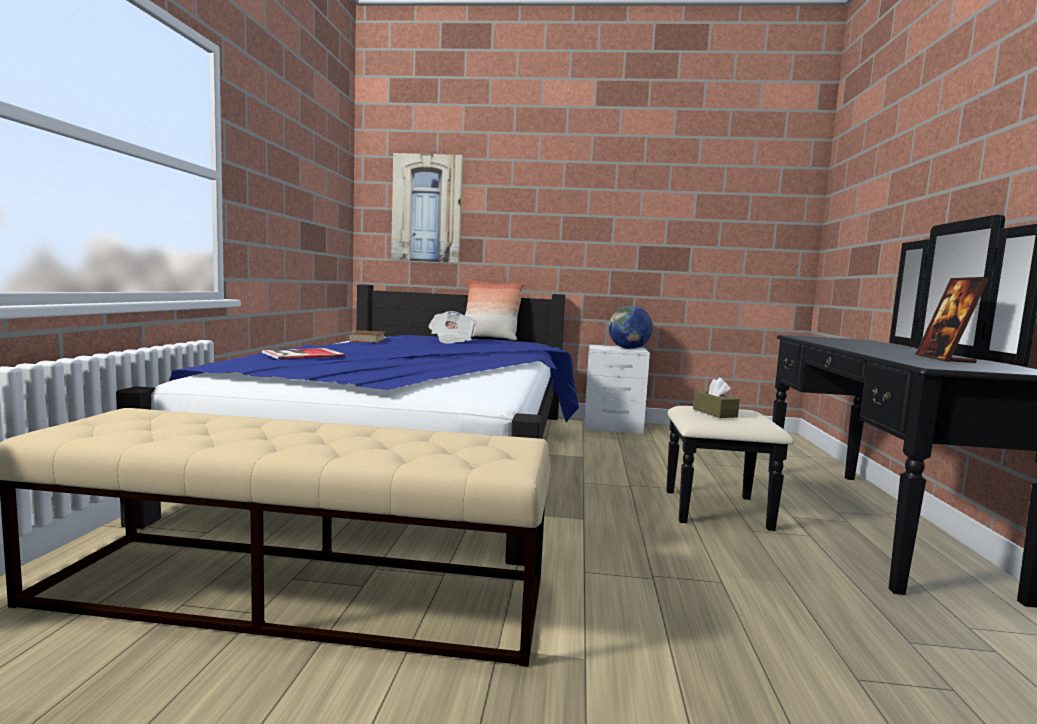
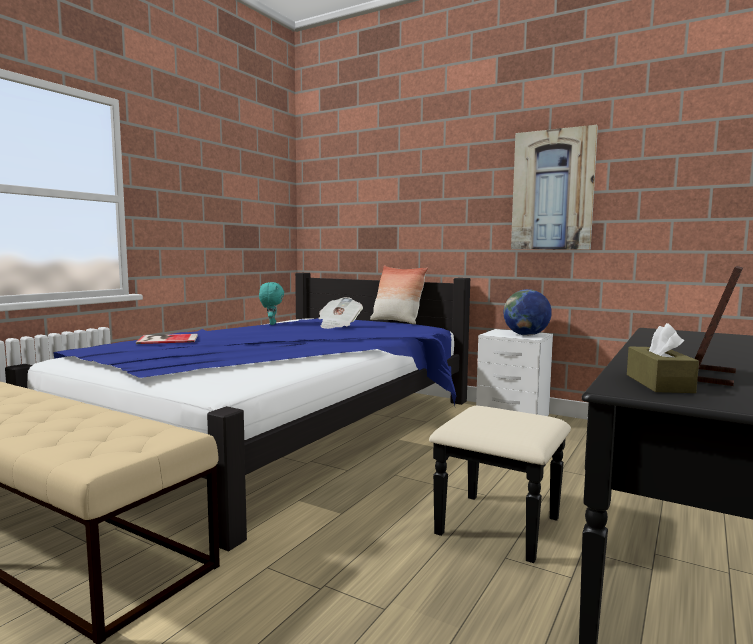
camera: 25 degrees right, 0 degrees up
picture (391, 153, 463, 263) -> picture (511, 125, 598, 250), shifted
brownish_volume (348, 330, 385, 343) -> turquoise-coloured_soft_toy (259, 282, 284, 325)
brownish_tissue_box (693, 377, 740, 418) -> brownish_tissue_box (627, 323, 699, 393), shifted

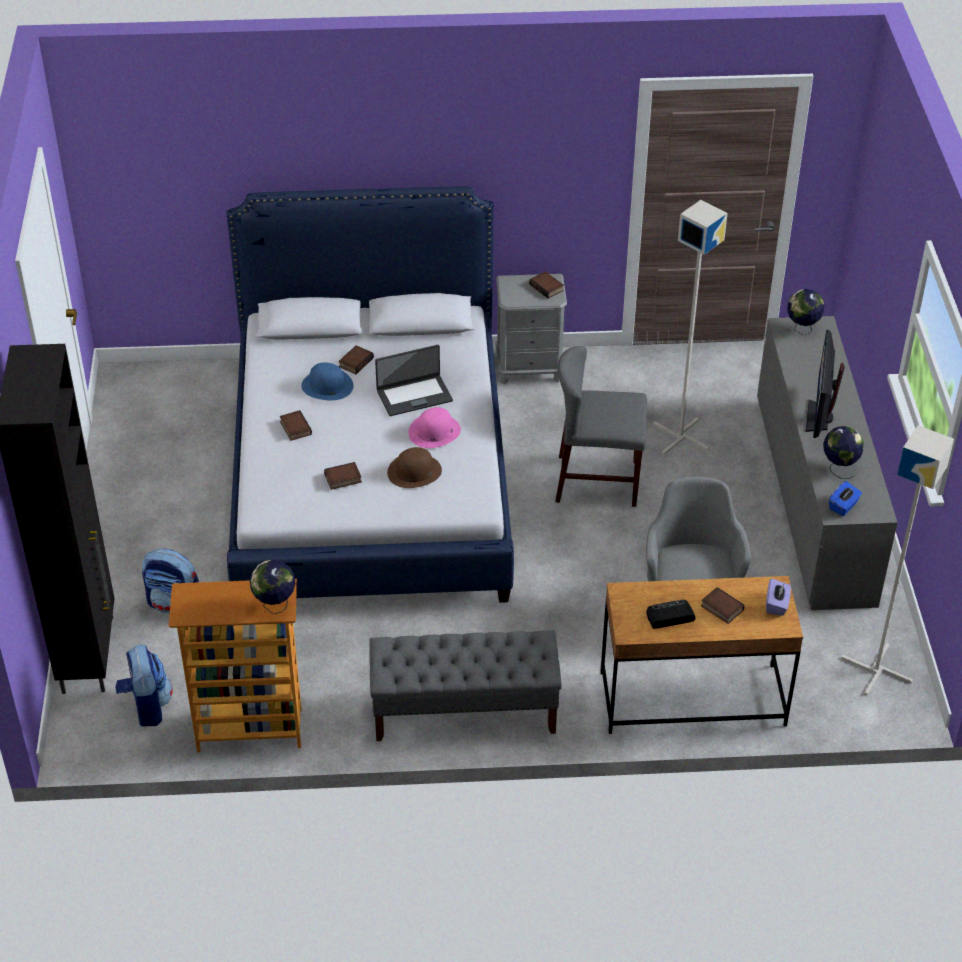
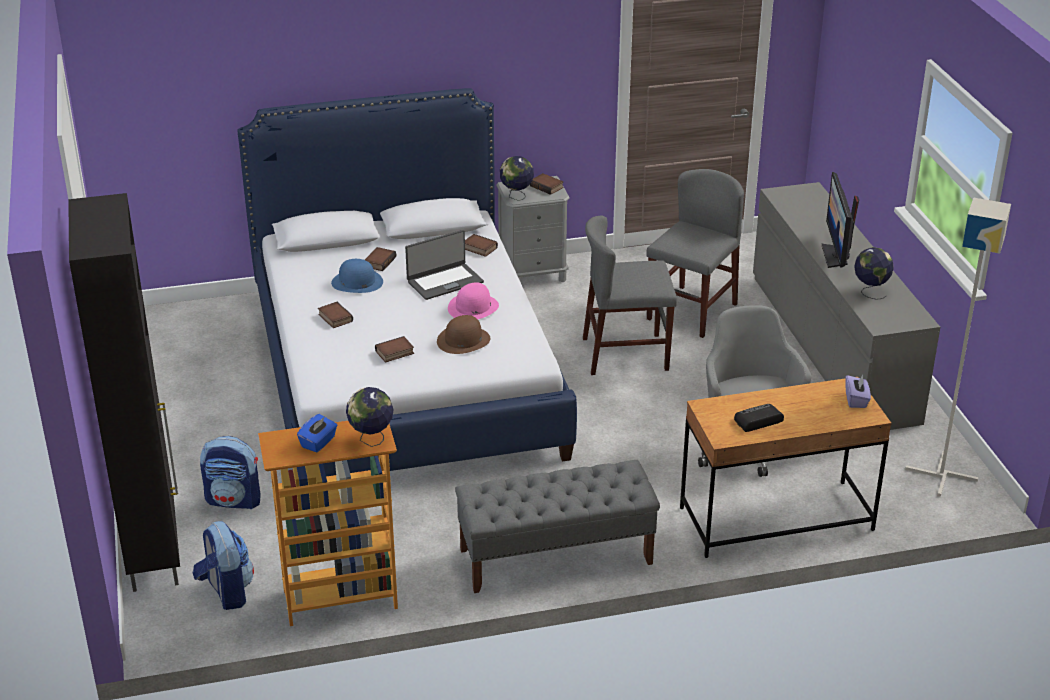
camera: 10 degrees left, 10 degrees down
gray_standard_lamp (653, 200, 728, 455) -> gray_upright_chair (646, 169, 744, 338)
world_globe (787, 289, 825, 335) -> world_globe (500, 156, 534, 201), shifted
blue-coloured_tissue_box (829, 481, 862, 516) -> blue-coloured_tissue_box (297, 414, 337, 453), shifted
volume (701, 587, 745, 624) -> volume (465, 234, 498, 257), shifted

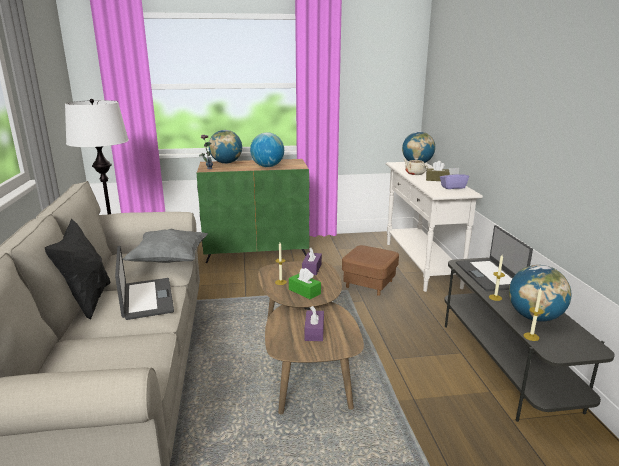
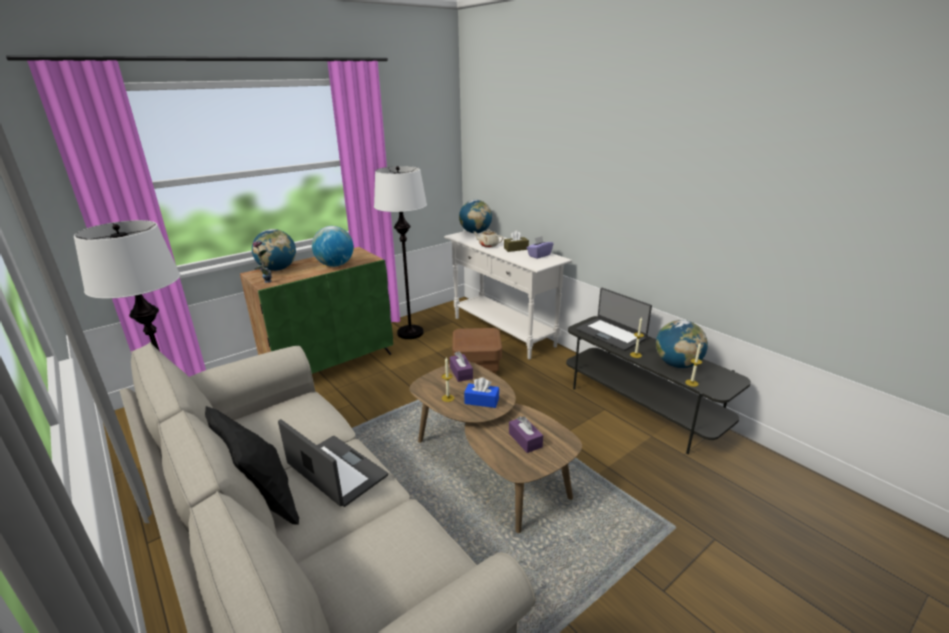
camera: 30 degrees left, 5 degrees up
gray_pillow (123, 228, 208, 263) -> none
green-coloured_tissue_box (289, 268, 321, 299) -> blue-coloured_tissue_box (464, 377, 499, 408)
none -> white-coloured_standard_lamp (374, 166, 427, 339)

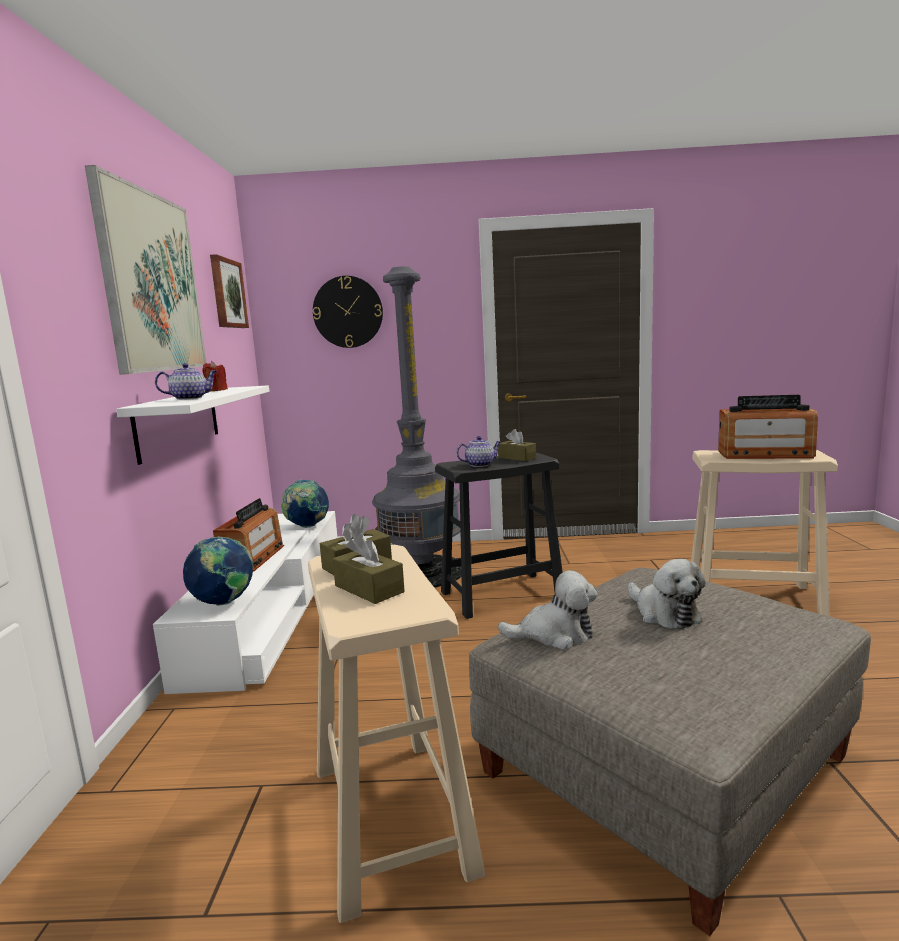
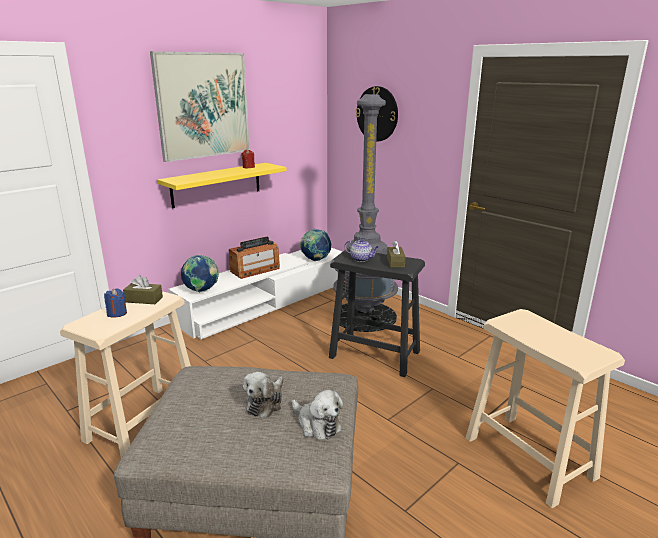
camera: 45 degrees right, 10 degrees up
picture (210, 254, 249, 328) -> none
pot_for_tea (155, 363, 217, 400) -> none
white-coloured_wall_shelf (116, 385, 270, 465) -> yellow-coloured_wall_shelf (157, 163, 286, 208)
radio_set (718, 395, 818, 459) -> none
brownish_tissue_box (333, 533, 405, 604) -> blue-coloured_candle (104, 289, 127, 318)
soft_toy (498, 570, 598, 650) -> soft_toy (292, 390, 344, 440), shifted

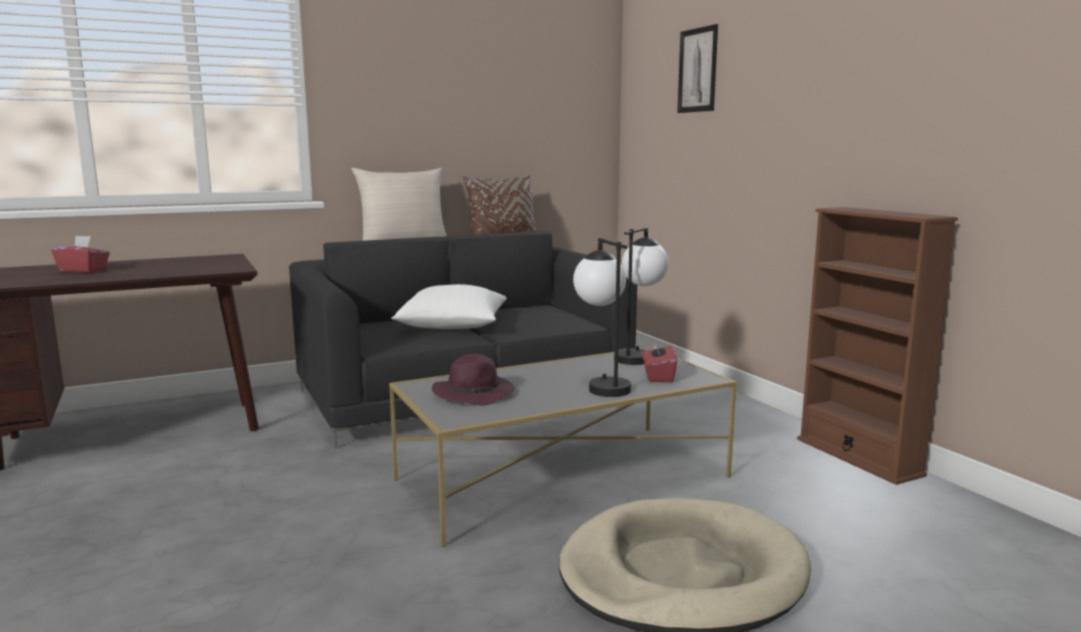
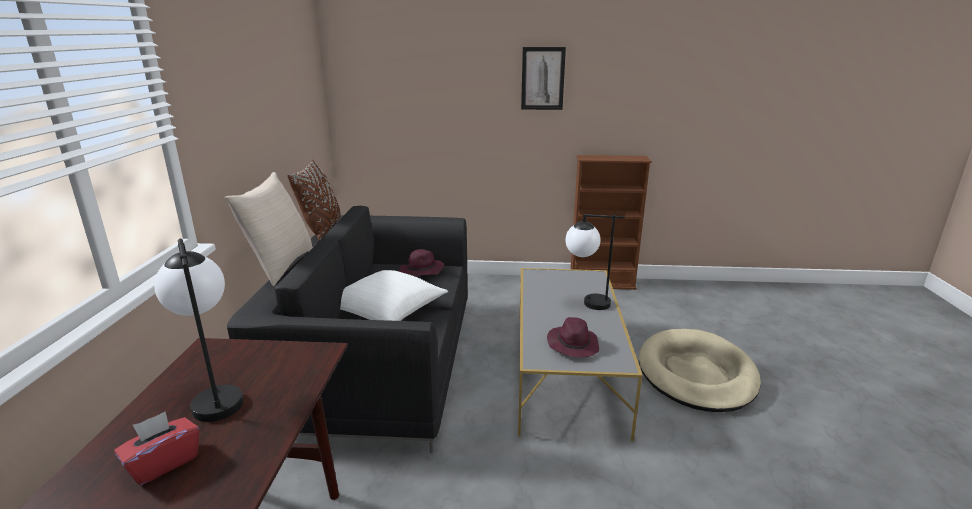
camera: 60 degrees left, 10 degrees up
picture (677, 24, 718, 113) -> picture (521, 47, 566, 110), shifted
tabletop_lamp (614, 227, 669, 365) -> tabletop_lamp (154, 239, 244, 422), shifted
red_tissue_box (642, 340, 677, 382) -> none
none -> purplish_clothing_hat (399, 249, 444, 276)

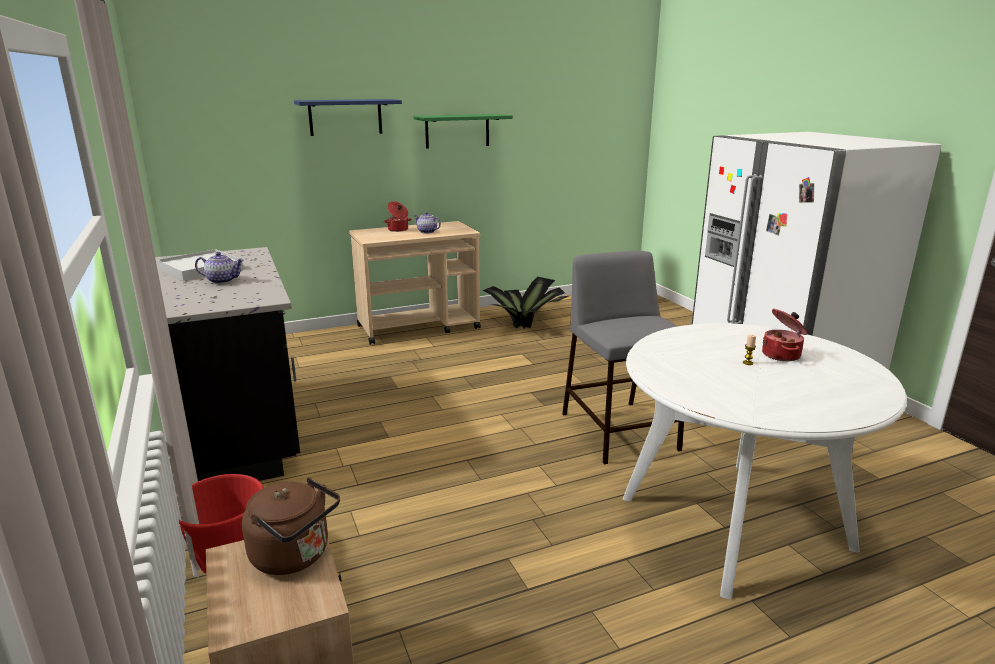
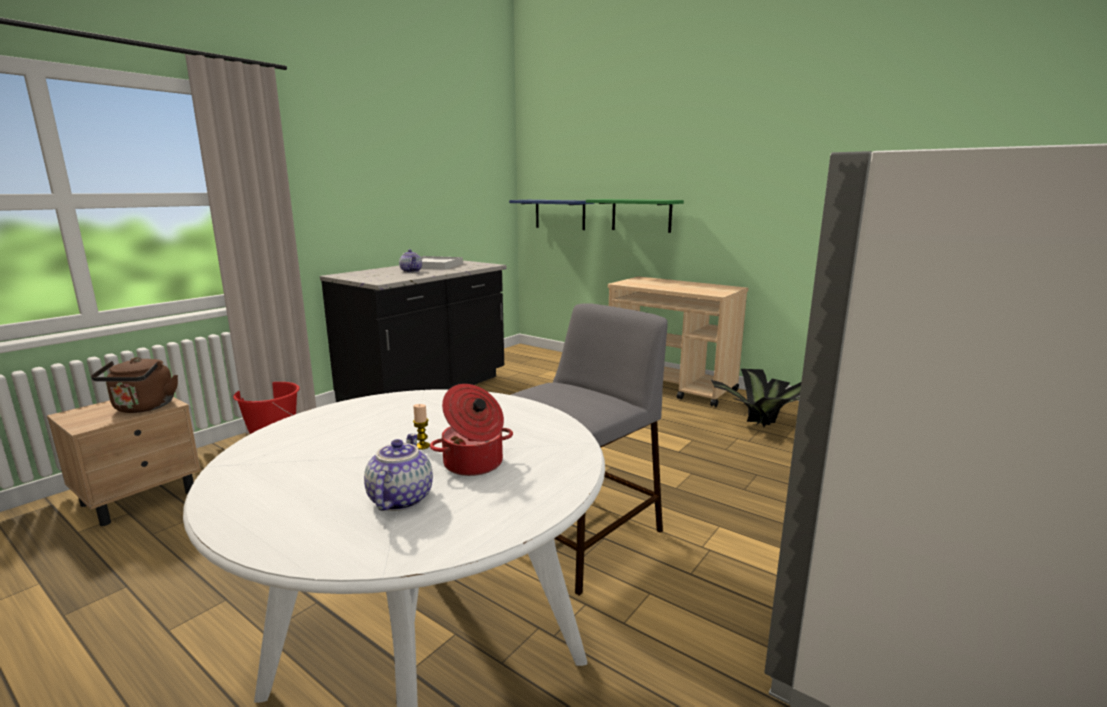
camera: 60 degrees right, 5 degrees down
blue-coloured_wall_shelf (294, 99, 402, 136) -> blue-coloured_wall_shelf (509, 200, 594, 230), shifted
green-coloured_wall_shelf (413, 114, 513, 149) -> green-coloured_wall_shelf (586, 199, 684, 233), shifted
saucepot (383, 201, 412, 232) -> none
pot_for_tea (414, 212, 441, 234) -> pot_for_tea (364, 434, 433, 511), shifted

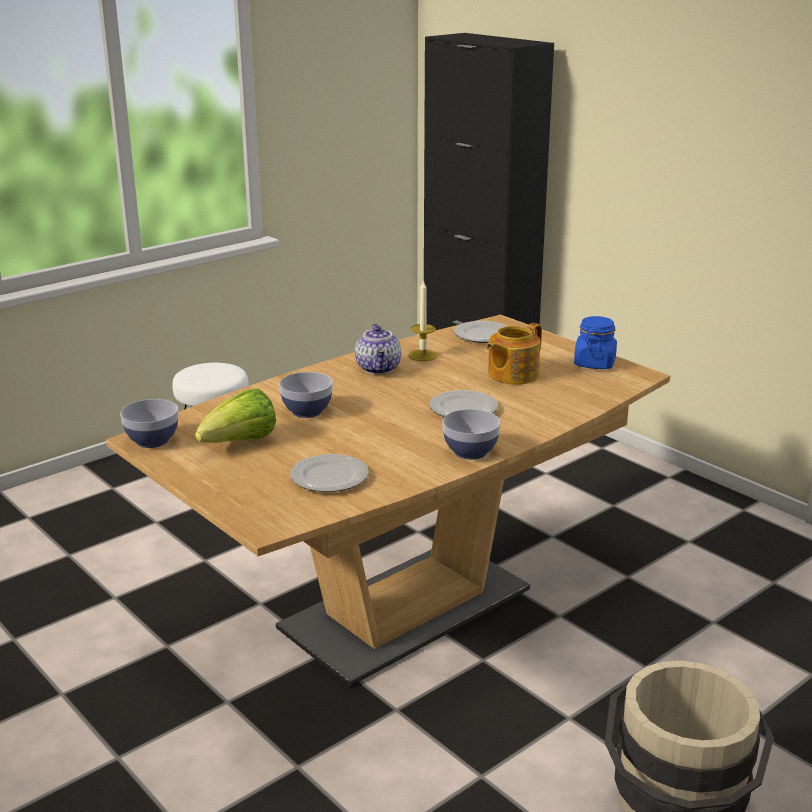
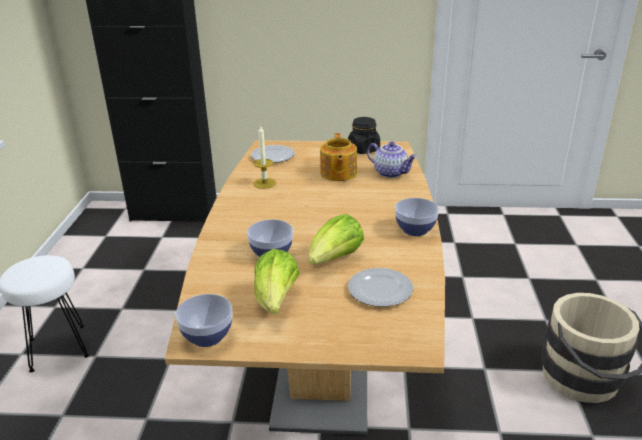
camera: 45 degrees left, 5 degrees up
blue-coloured_jar (574, 316, 617, 369) -> black_jar (348, 117, 380, 154)
pot_for_tea (355, 324, 401, 375) -> pot_for_tea (367, 142, 417, 178), shifted
flat_dish (429, 390, 498, 417) -> none
none -> lettuce_head (309, 214, 364, 265)

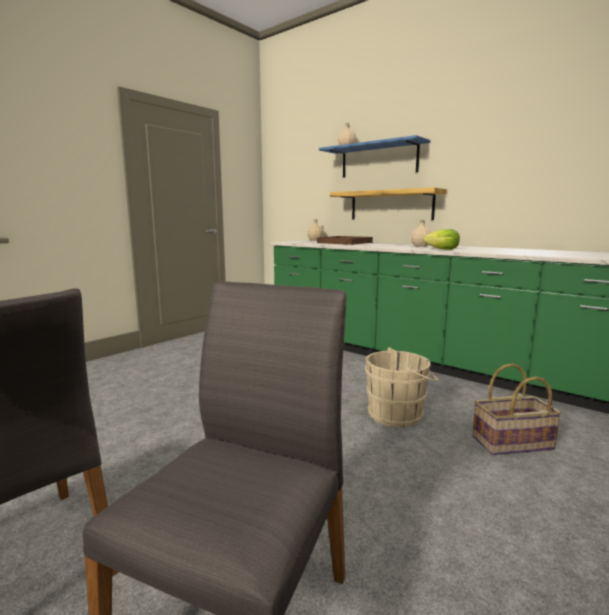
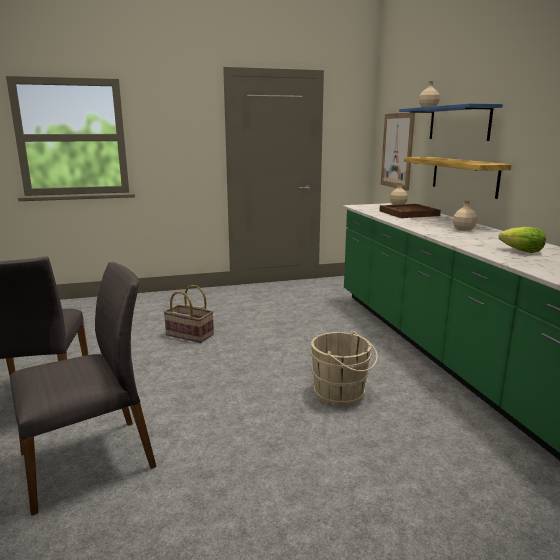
camera: 35 degrees right, 5 degrees up
lettuce_head (423, 229, 460, 250) -> lettuce_head (499, 227, 546, 253), shifted
household_basket (472, 363, 561, 455) -> household_basket (163, 285, 214, 343), shifted
none -> picture (381, 112, 415, 191)

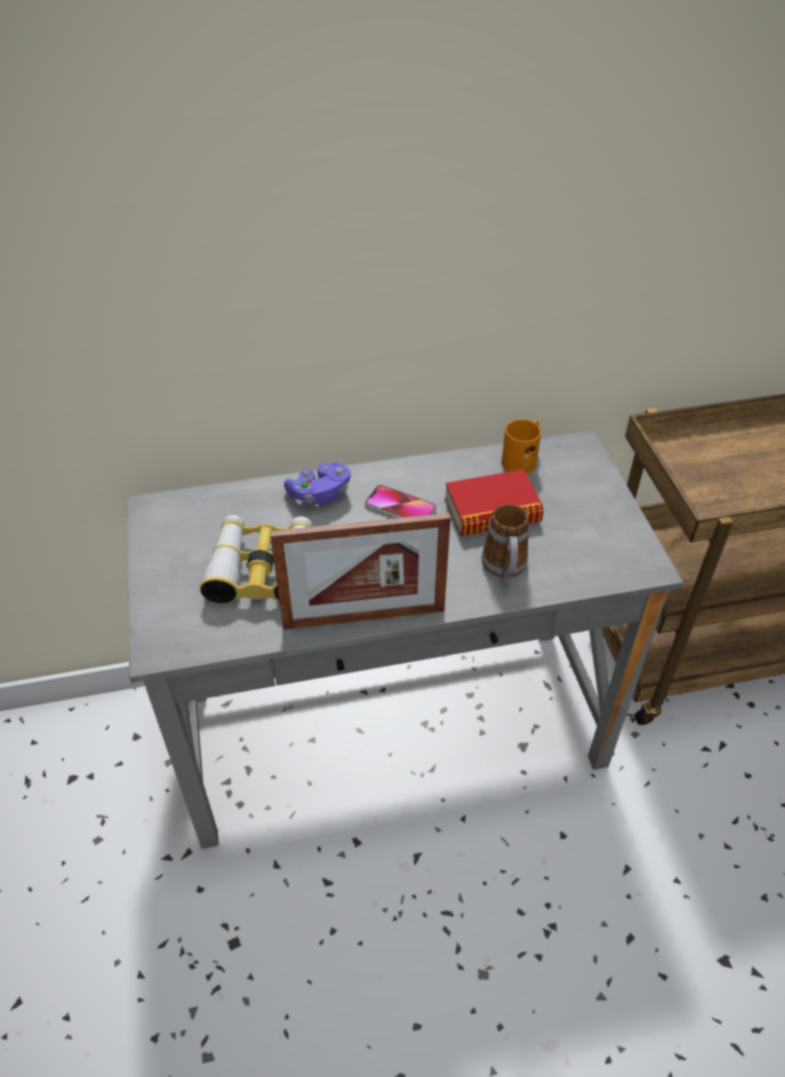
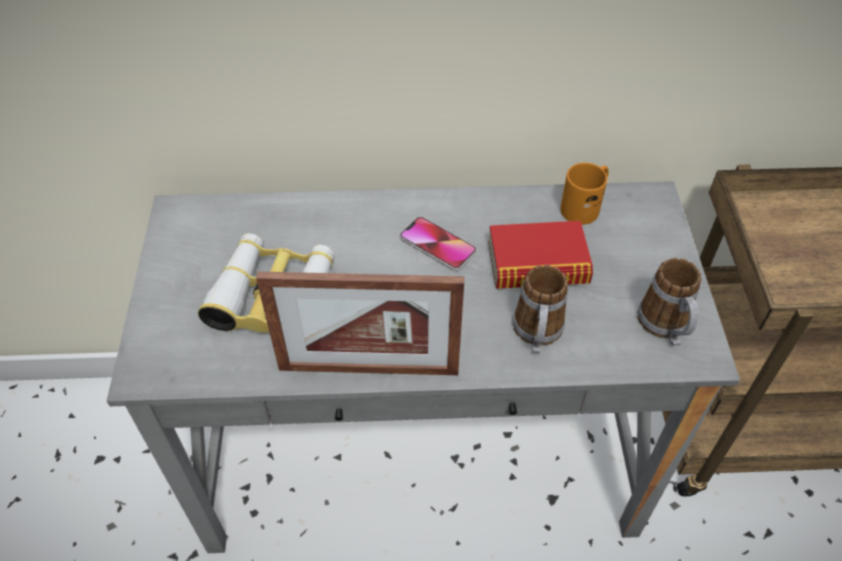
camera: 10 degrees right, 5 degrees up
purplish_joypad (284, 462, 351, 505) -> none
none -> mug (637, 258, 702, 346)

